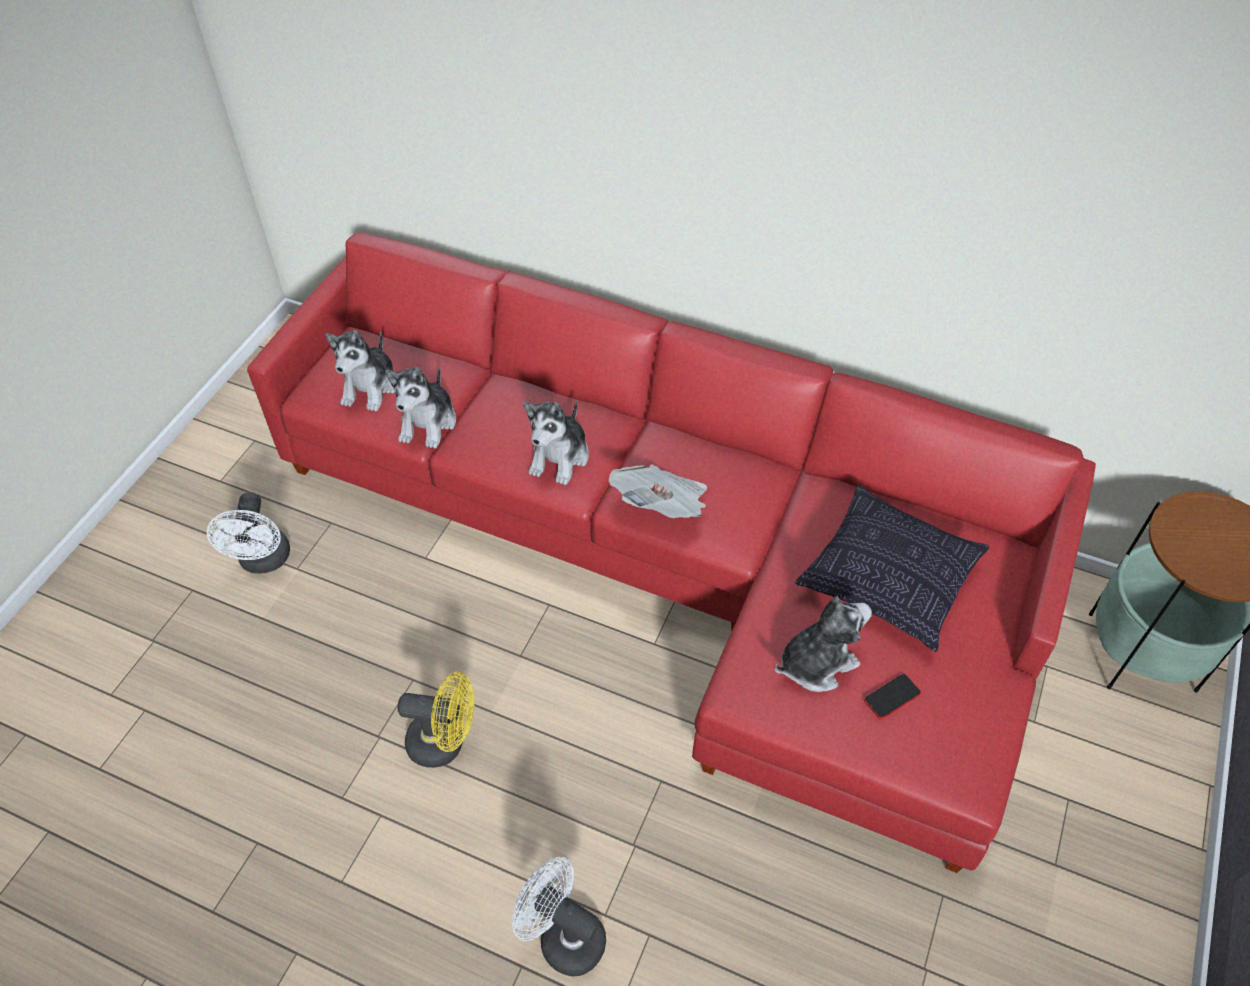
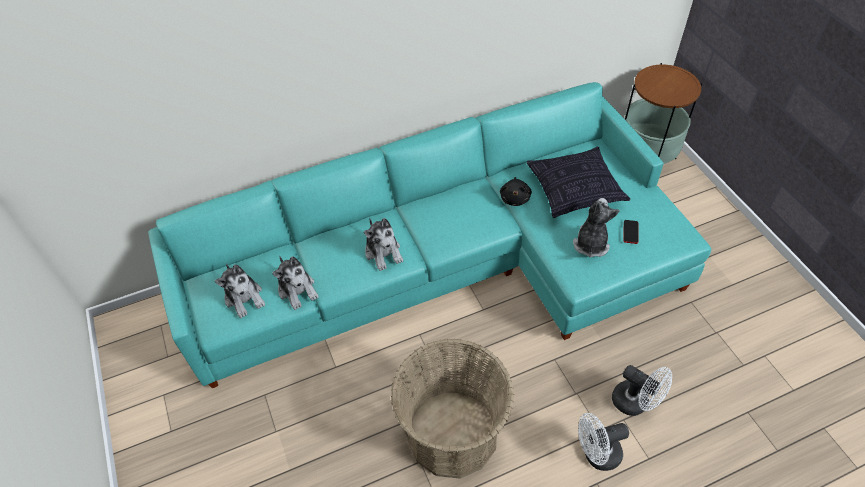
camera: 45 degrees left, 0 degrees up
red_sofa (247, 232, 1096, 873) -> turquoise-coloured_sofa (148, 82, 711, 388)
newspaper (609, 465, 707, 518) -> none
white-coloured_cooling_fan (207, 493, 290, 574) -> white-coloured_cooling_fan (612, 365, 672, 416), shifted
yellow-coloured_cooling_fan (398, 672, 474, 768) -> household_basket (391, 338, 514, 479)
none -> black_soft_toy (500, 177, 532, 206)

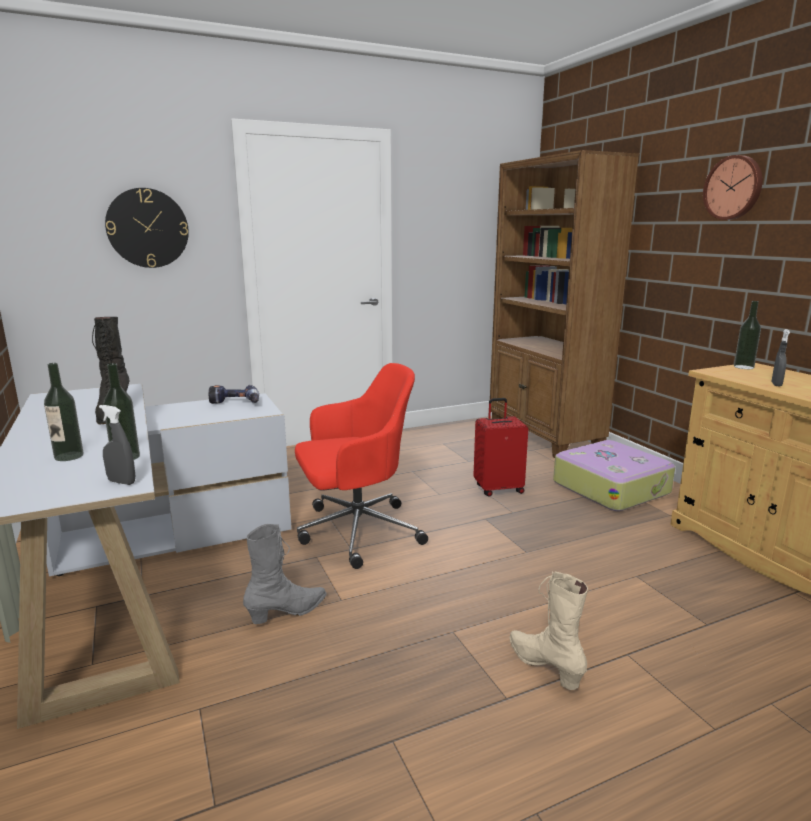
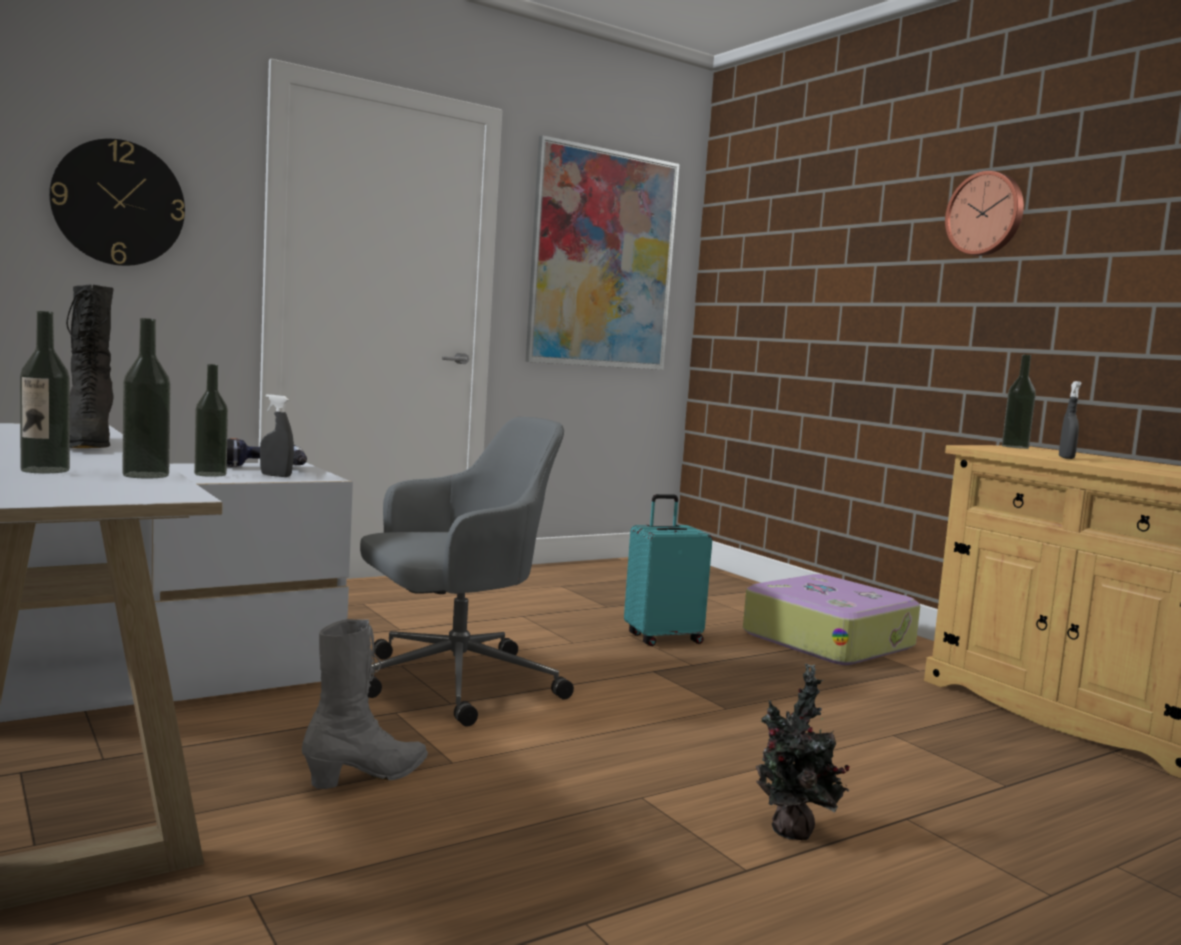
camera: 10 degrees left, 10 degrees down
brownish_bookshelf (490, 150, 639, 458) -> none
red_computer_chair (295, 363, 428, 569) -> gray_computer_chair (360, 417, 574, 726)
red_piece_of_luggage (473, 398, 528, 496) -> turquoise-coloured_piece_of_luggage (624, 494, 712, 646)
gray_spray_bottle (99, 405, 135, 485) -> gray_spray_bottle (260, 394, 294, 477), shifted
beige_tall_boot (510, 571, 588, 690) -> potted_plant (756, 664, 850, 840)
none -> picture (526, 135, 680, 370)
none -> beverage_bottle (194, 364, 228, 477)

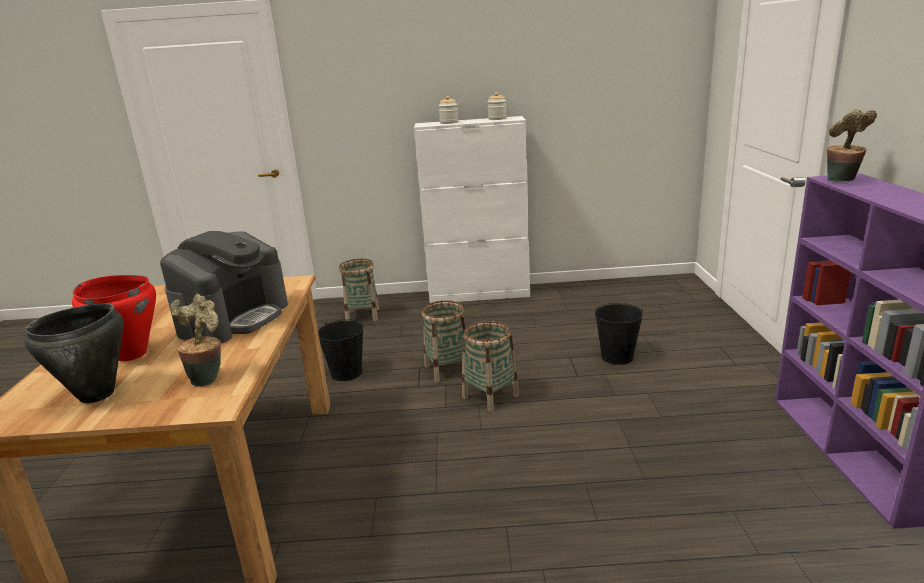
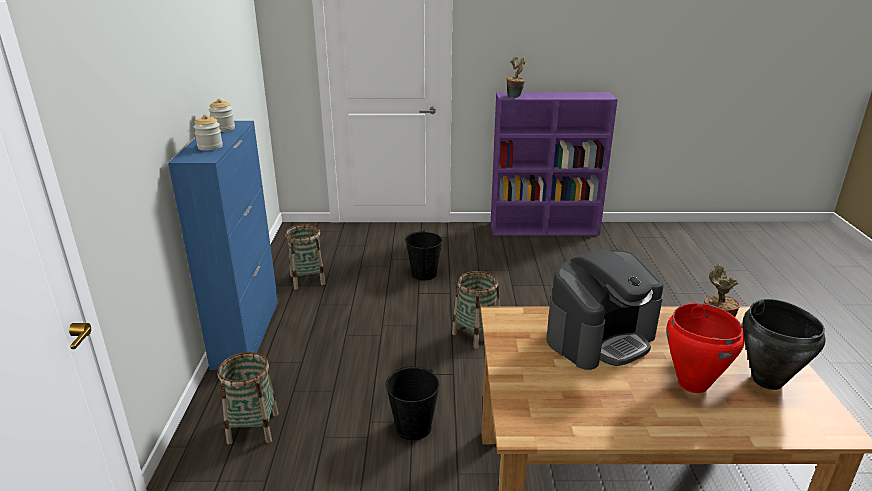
camera: 90 degrees left, 5 degrees up
white-coloured_storage_cabinet (414, 116, 530, 303) -> blue-coloured_storage_cabinet (168, 121, 278, 370)
coffee_brewer (160, 231, 288, 343) -> coffee_brewer (547, 249, 664, 370), 120 degrees clockwise
household_basket (422, 300, 466, 383) -> household_basket (285, 224, 325, 290), shifted

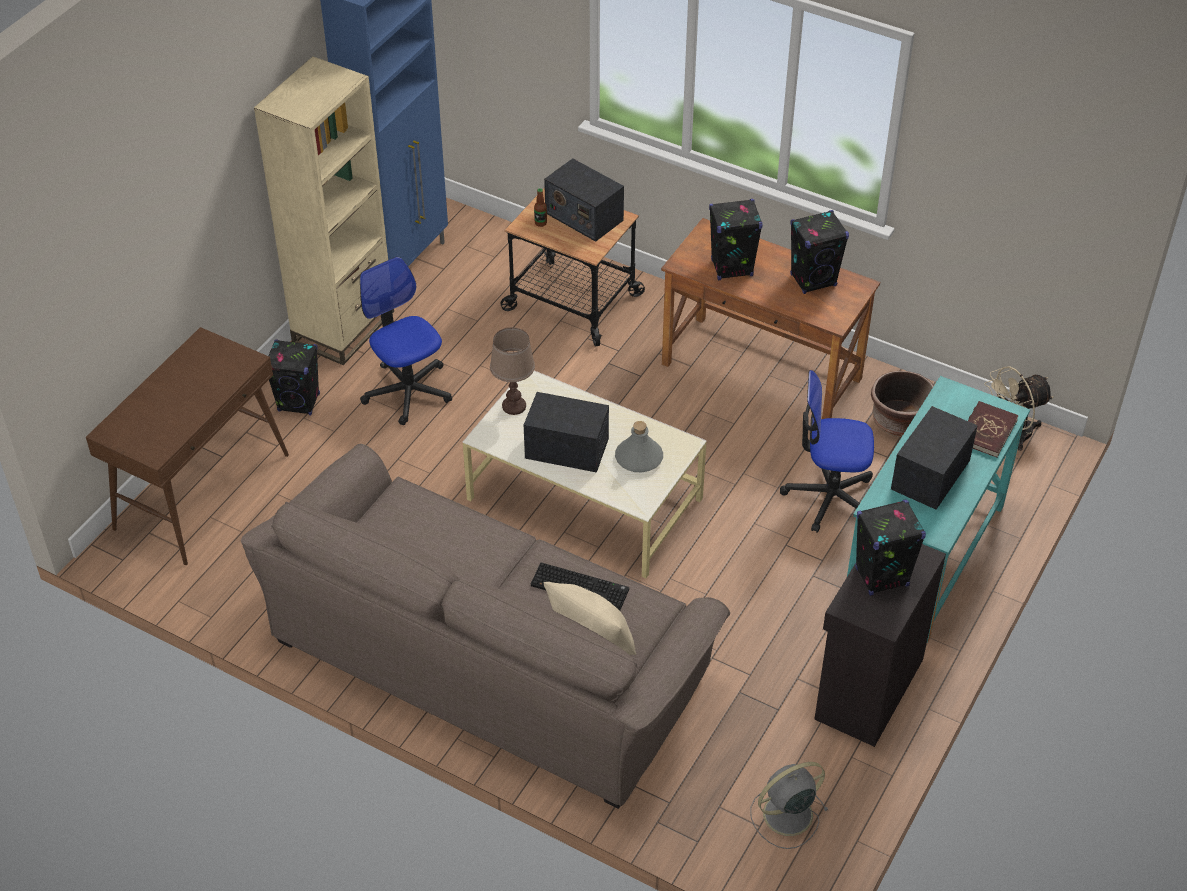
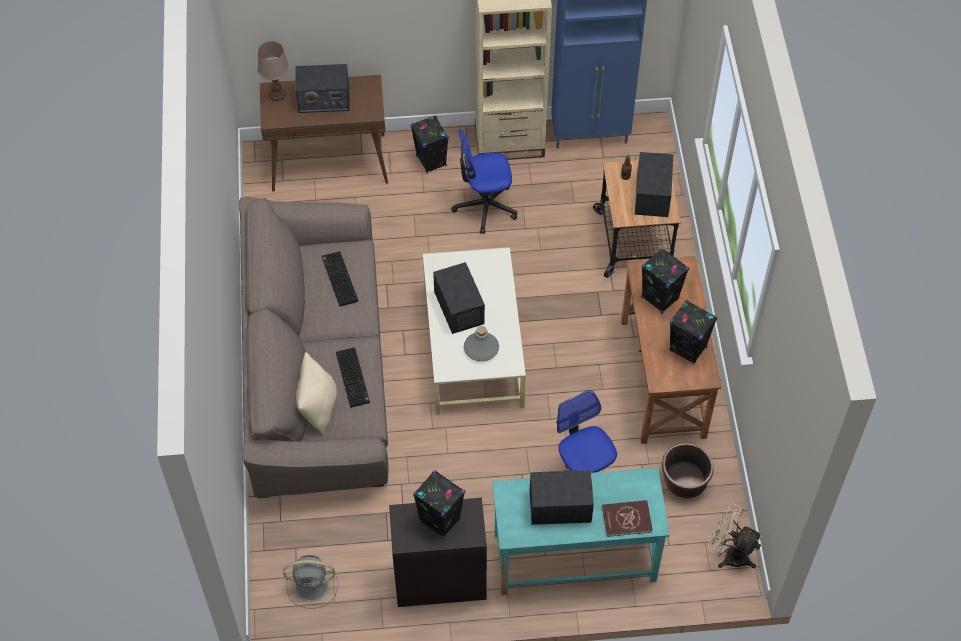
camera: 55 degrees right, 10 degrees up
computer_chair (360, 257, 452, 425) -> computer_chair (451, 130, 517, 234), 120 degrees counterclockwise
brownish_tabletop_lamp (490, 327, 535, 415) -> brownish_tabletop_lamp (258, 41, 289, 101), shifted
gray_cooling_fan (750, 762, 829, 849) -> gray_cooling_fan (283, 555, 338, 608), 150 degrees clockwise
none -> radio_set (295, 64, 350, 113)
none -> PC_keyboard (322, 251, 358, 306)

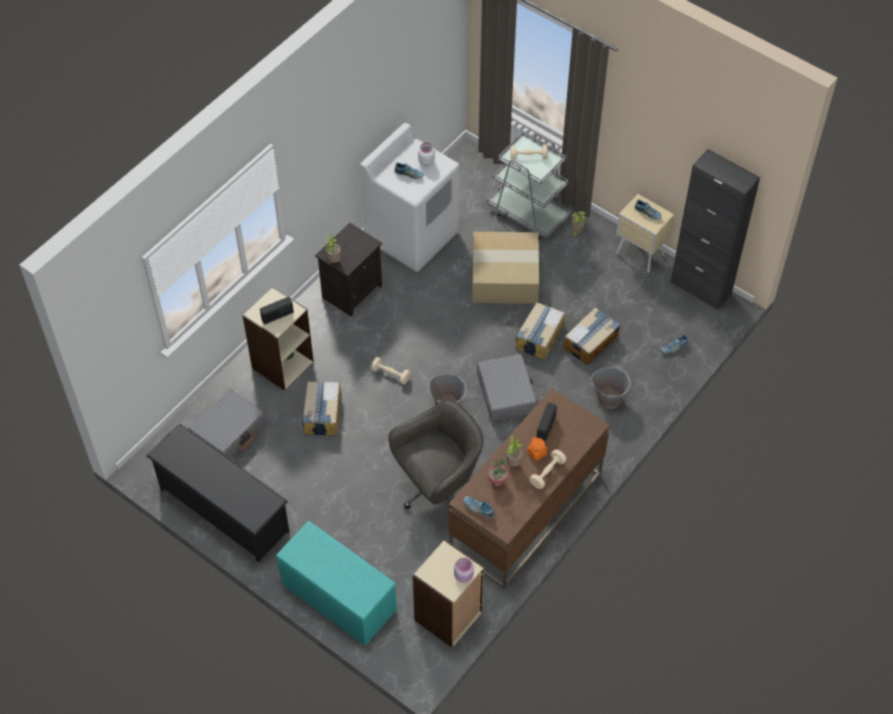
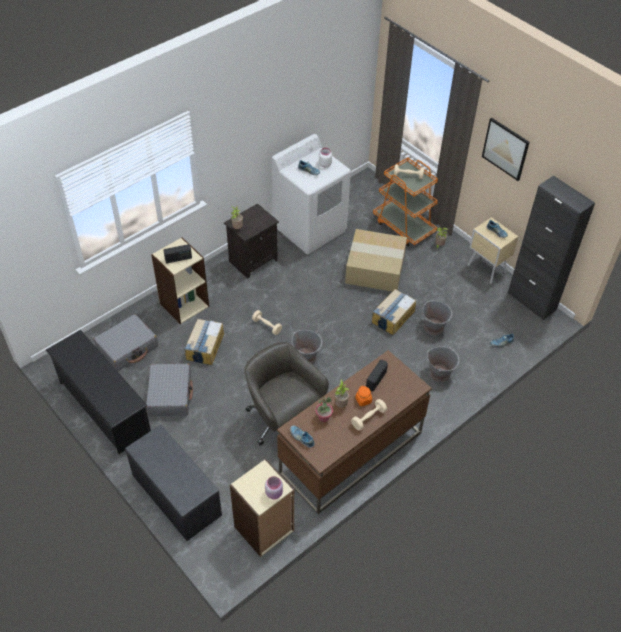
camera: 10 degrees right, 5 degrees down
gray_wheeled_cart (487, 132, 571, 240) -> orange_wheeled_cart (373, 157, 438, 246)
carton (563, 307, 621, 365) -> gray_pail (423, 301, 452, 335)
gray_piece_of_luggage (477, 354, 537, 421) -> gray_piece_of_luggage (146, 363, 193, 416), shifted
gray_computer_chair (388, 400, 484, 509) -> gray_computer_chair (244, 342, 329, 445), 105 degrees counterclockwise
turquoise-coloured_indoor_bench (276, 521, 397, 646) -> gray_indoor_bench (125, 425, 222, 541)
none -> picture (482, 118, 530, 181)

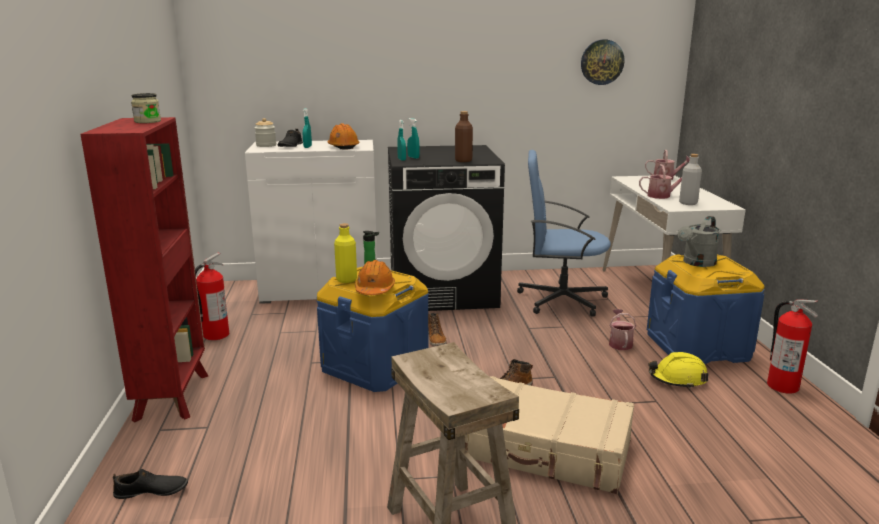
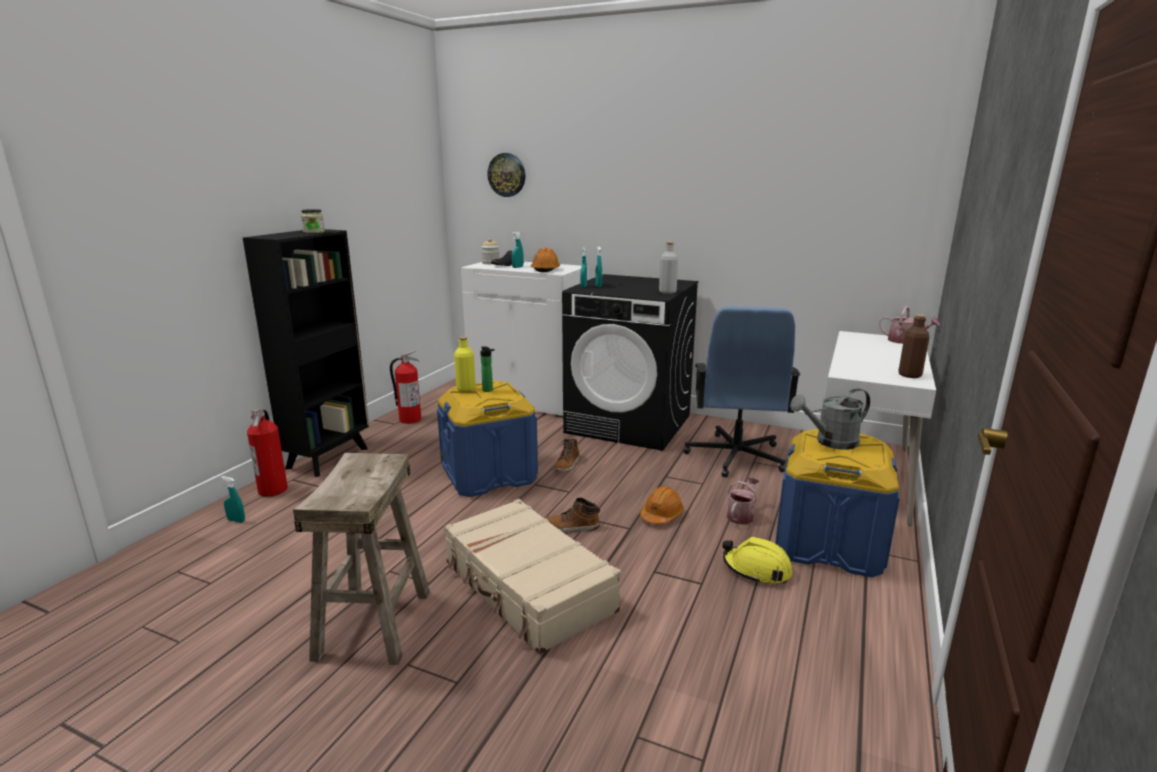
camera: 30 degrees right, 0 degrees up
clock_on_the_wall (581, 40, 624, 85) -> clock_on_the_wall (487, 153, 526, 197), shifted
brownish_beverage_bottle (455, 111, 473, 162) -> brownish_beverage_bottle (899, 314, 929, 378), shifted
red_bookshelf (81, 117, 208, 422) -> black_bookshelf (243, 229, 369, 477)
blue-coloured_computer_chair (517, 150, 611, 317) -> blue-coloured_computer_chair (684, 306, 800, 478), 120 degrees counterclockwise
gray_beverage_bottle (679, 154, 702, 205) -> gray_beverage_bottle (659, 242, 678, 294), shifted
watering_pot (639, 164, 682, 199) -> none
orange_safety_helmet (355, 260, 395, 295) -> orange_safety_helmet (640, 486, 684, 524), shifted
fire_extinguisher (767, 299, 818, 394) -> fire_extinguisher (247, 409, 288, 497), shifted
black_item_of_footwear (113, 469, 188, 499) -> turquoise-coloured_spray_bottle (221, 476, 245, 523)

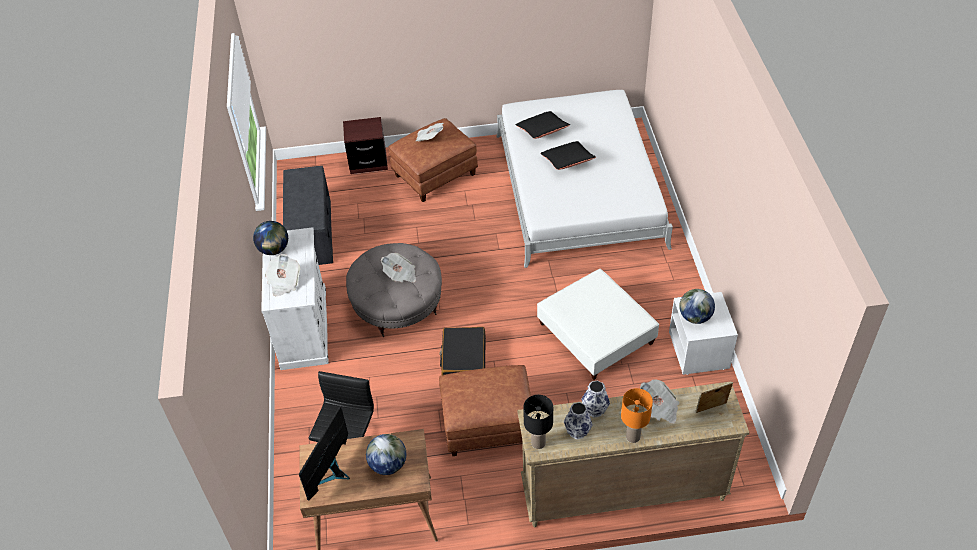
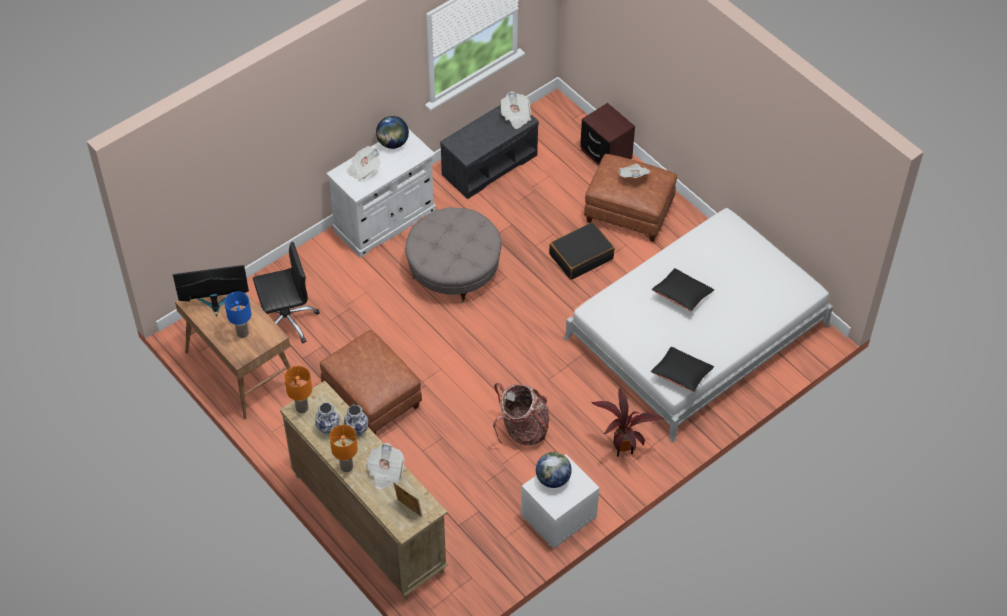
camera: 55 degrees right, 5 degrees up
black_pillow (516, 111, 570, 139) -> black_pillow (651, 347, 714, 392), shifted
newspaper (381, 253, 416, 283) -> newspaper (501, 91, 531, 129), shifted
white-coloured_footrest (537, 269, 660, 380) -> backpack (493, 383, 549, 445)
black_piece_of_luggage (439, 327, 486, 375) -> black_piece_of_luggage (549, 222, 615, 280), shifted
black_tabletop_lamp (523, 395, 553, 449) -> orange_tabletop_lamp (284, 366, 312, 413)
world_globe (366, 434, 406, 475) -> blue-coloured_tabletop_lamp (224, 291, 251, 338)
none -> potted_plant (592, 388, 665, 456)

